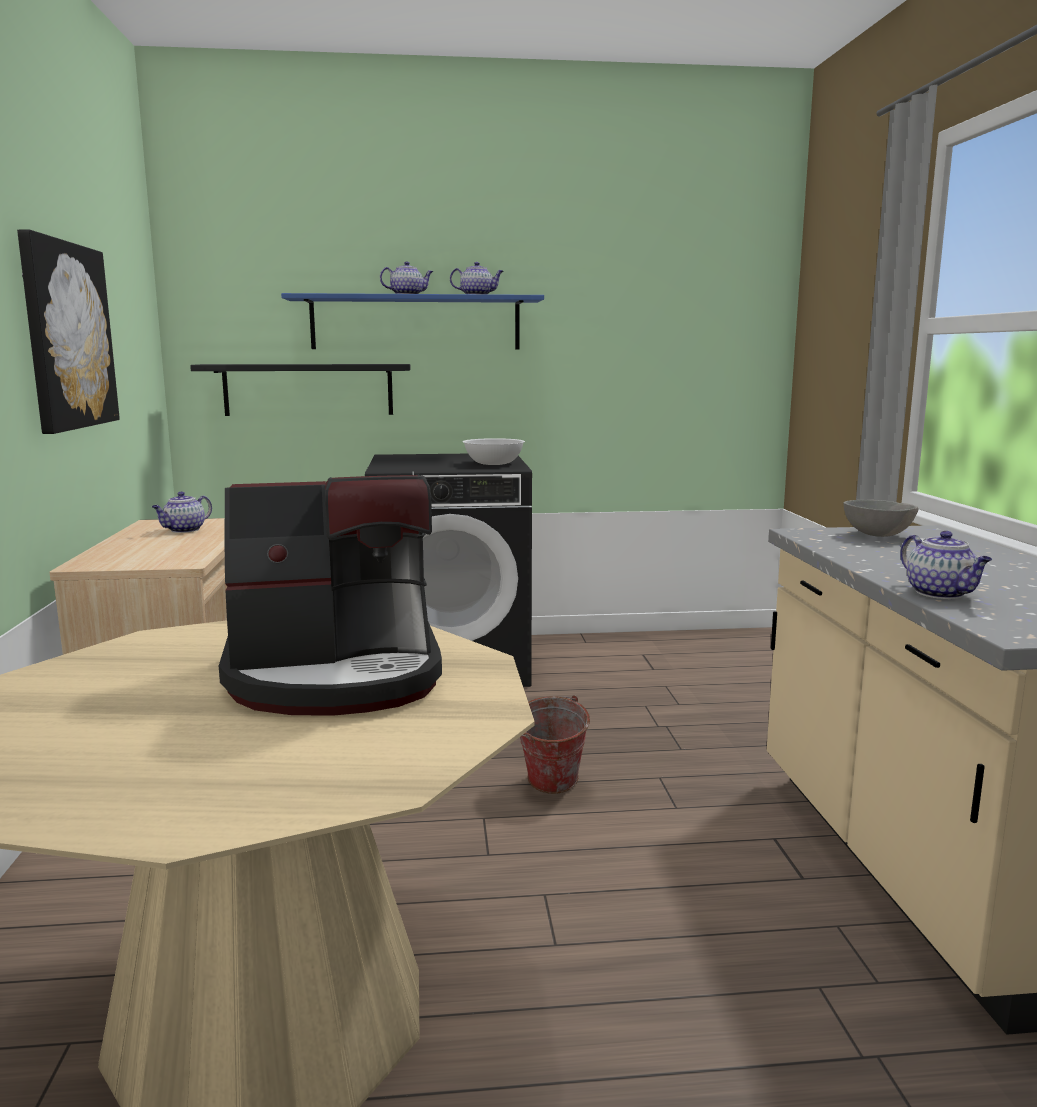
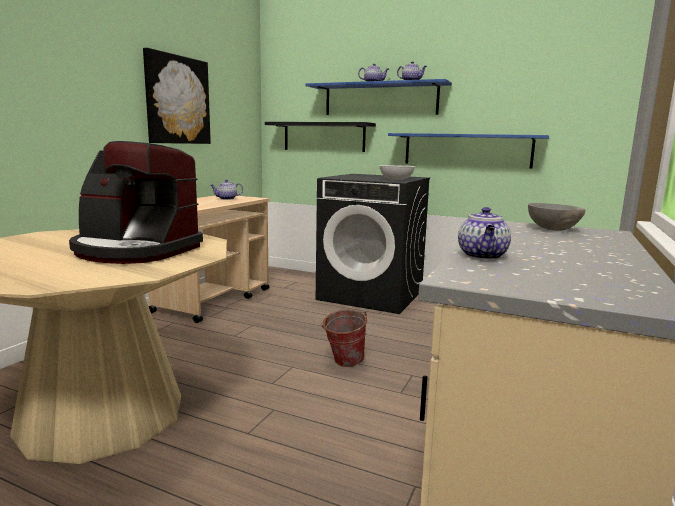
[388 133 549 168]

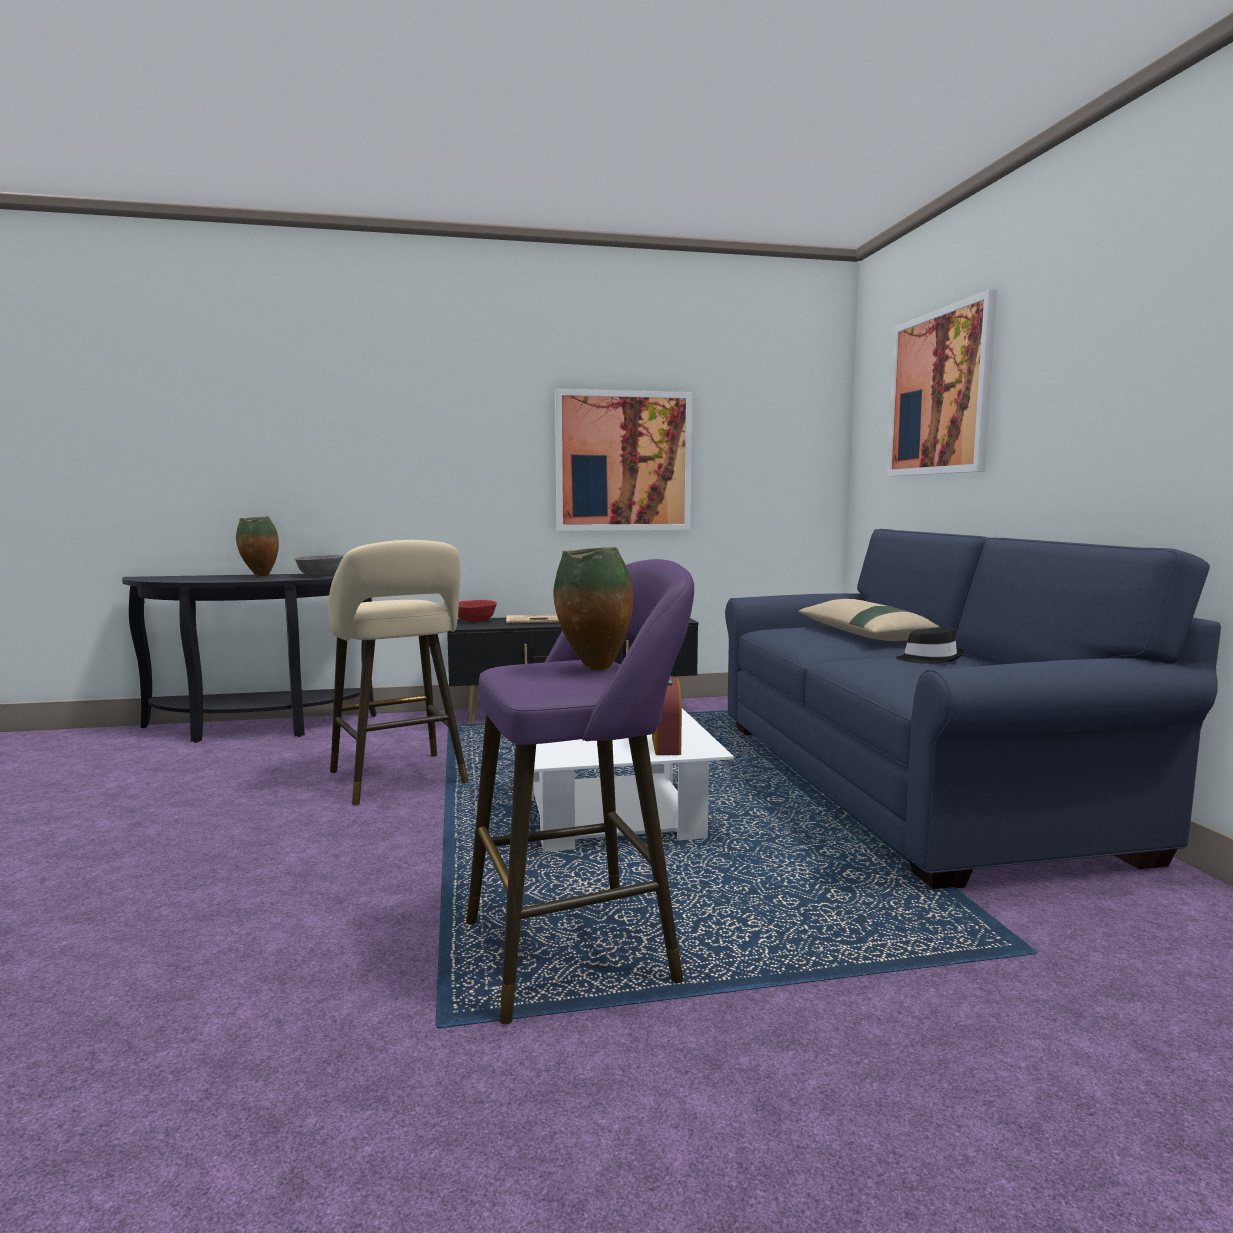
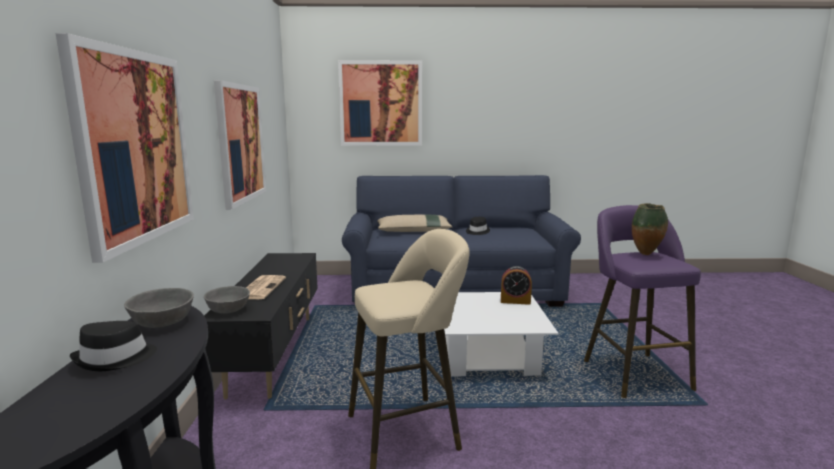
[56 33 194 263]
[70 321 157 371]
[204 286 250 314]

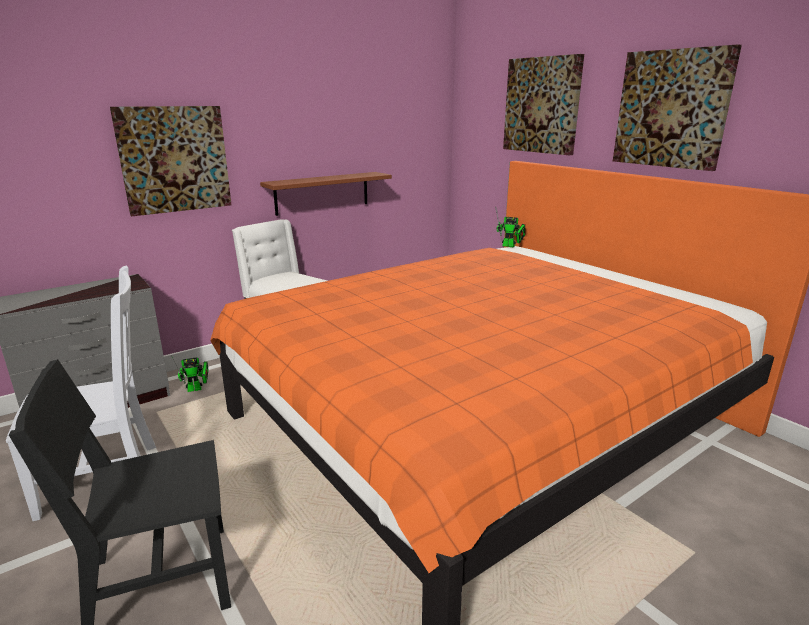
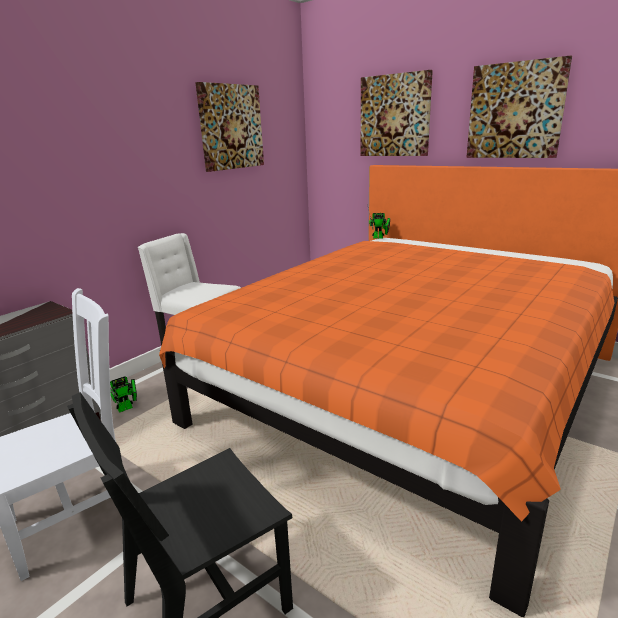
[195 82 264 172]
[260 172 392 216] (first image)

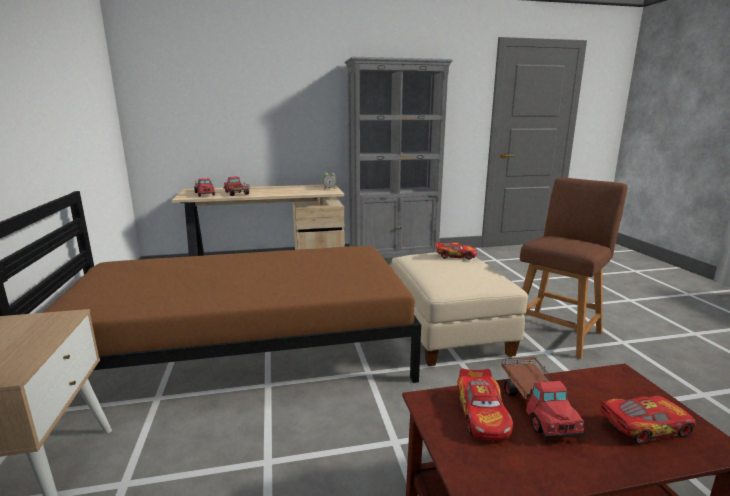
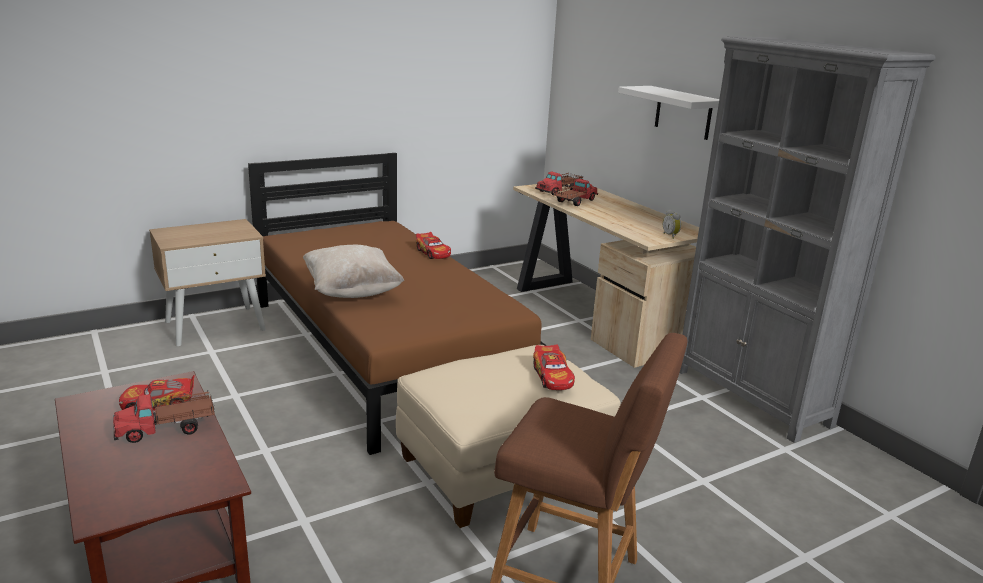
[303 245 404 298]
[416 232 451 259]
[618 86 719 140]

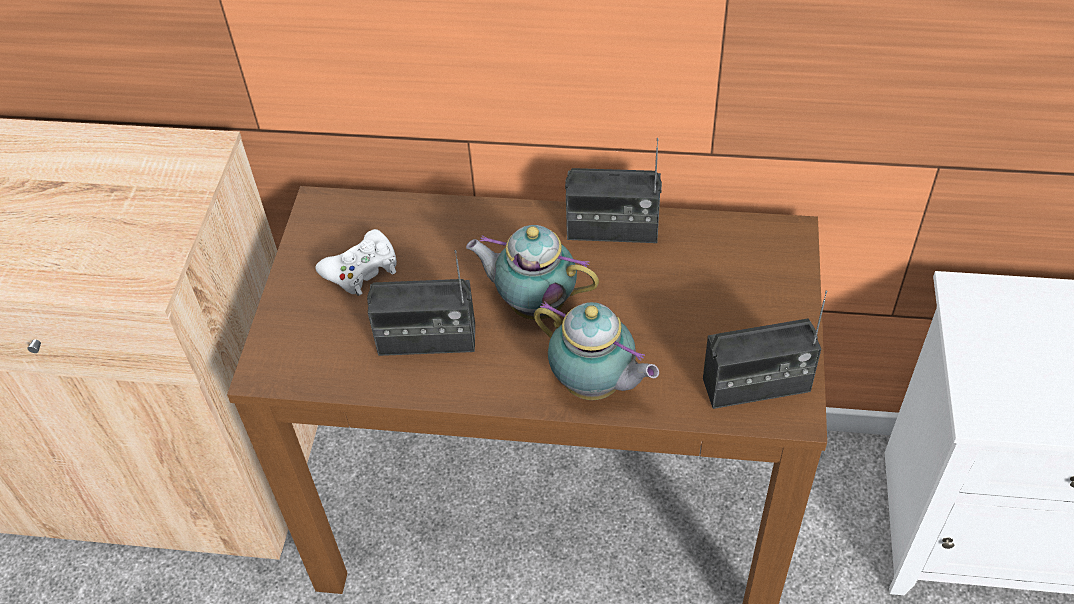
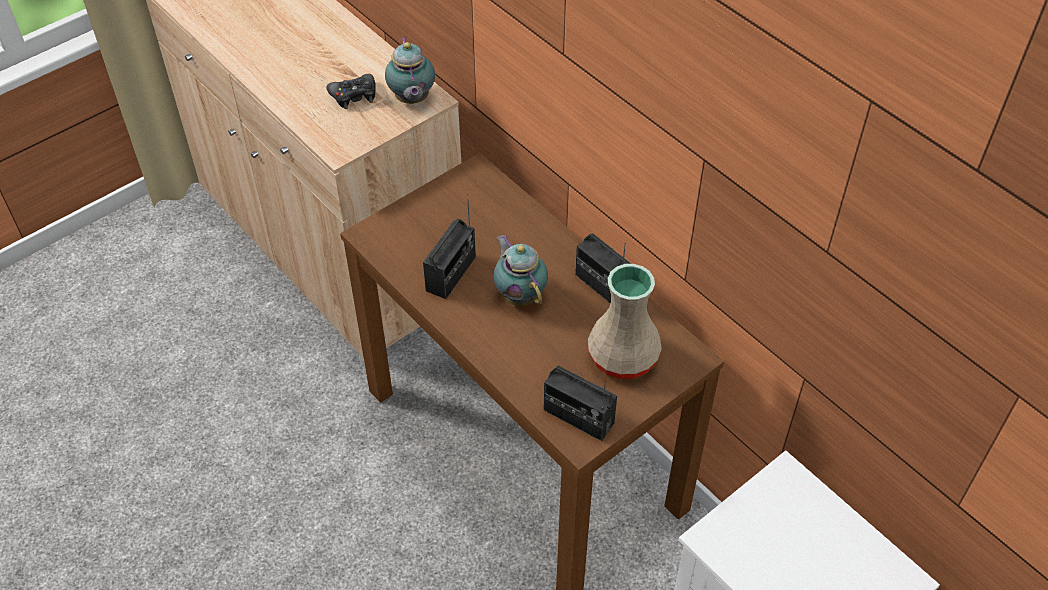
[326 74 376 109]
[385 37 435 104]
[423 194 476 299]
[588 264 662 379]
[315 229 397 296] (first image)

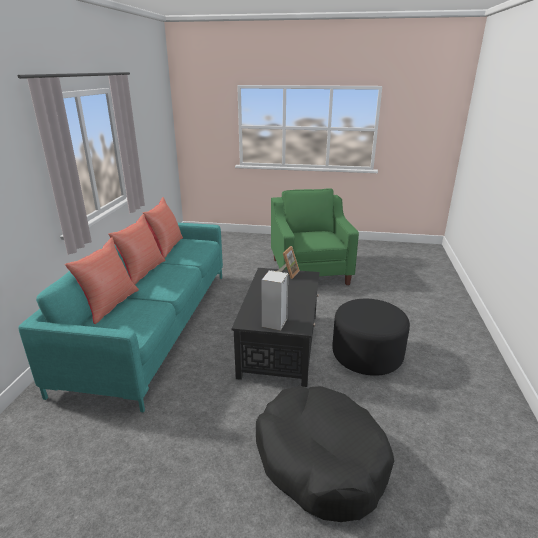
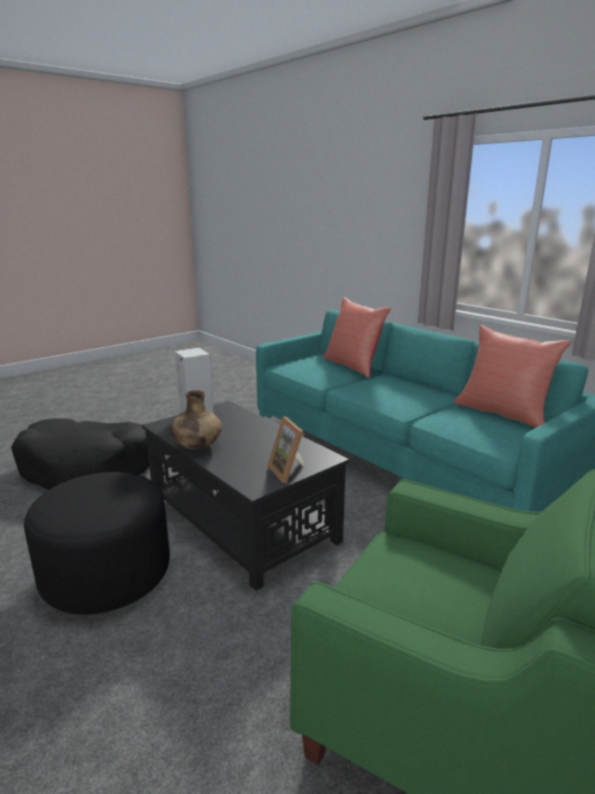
[170 390 222 449]
[108 214 166 285] (first image)

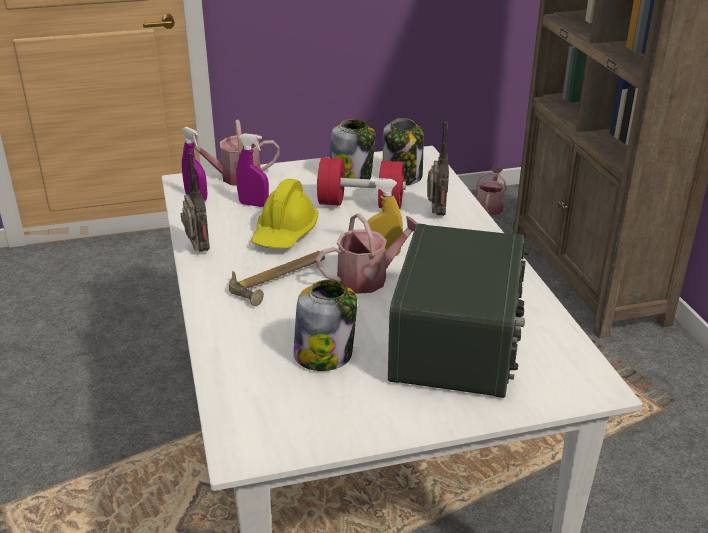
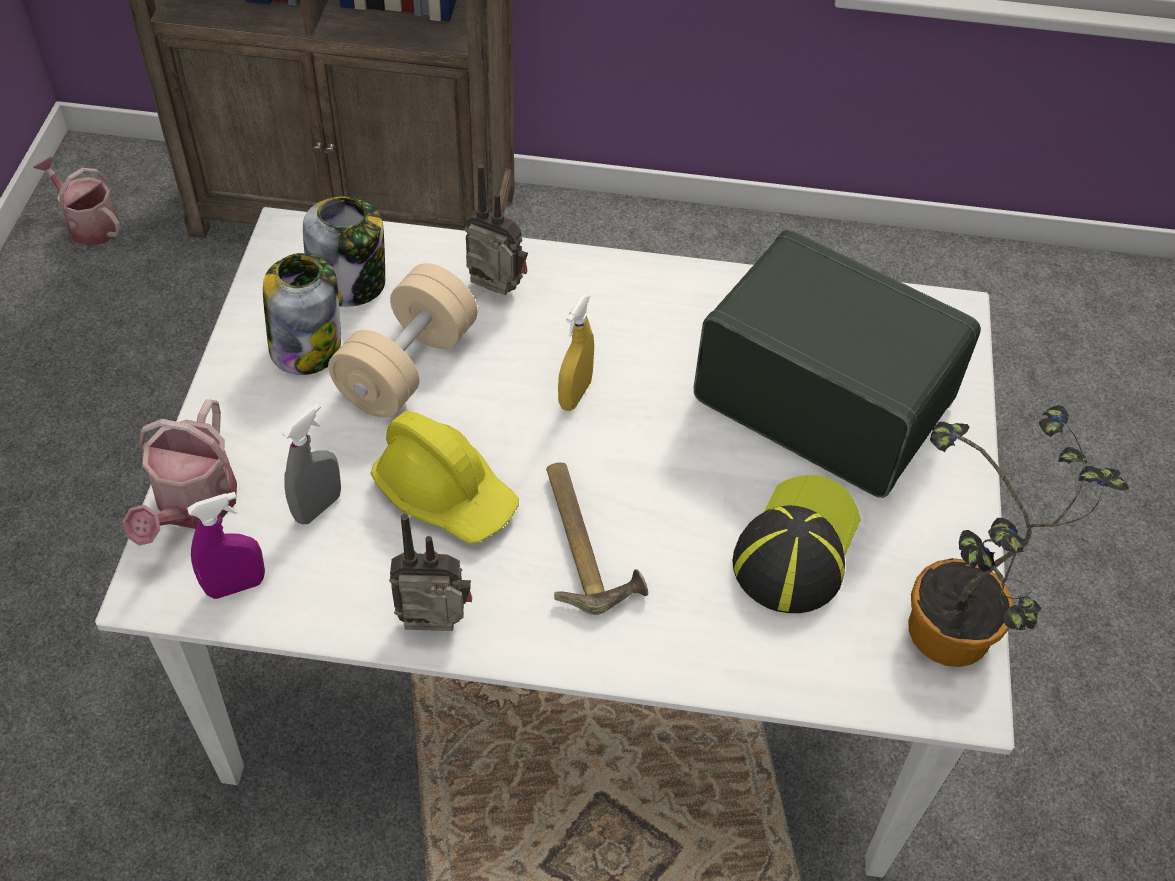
[282 404 341 524]
[328 263 478 418]
[732 475 861 613]
[908 405 1129 667]
[316 213 418 294] (first image)

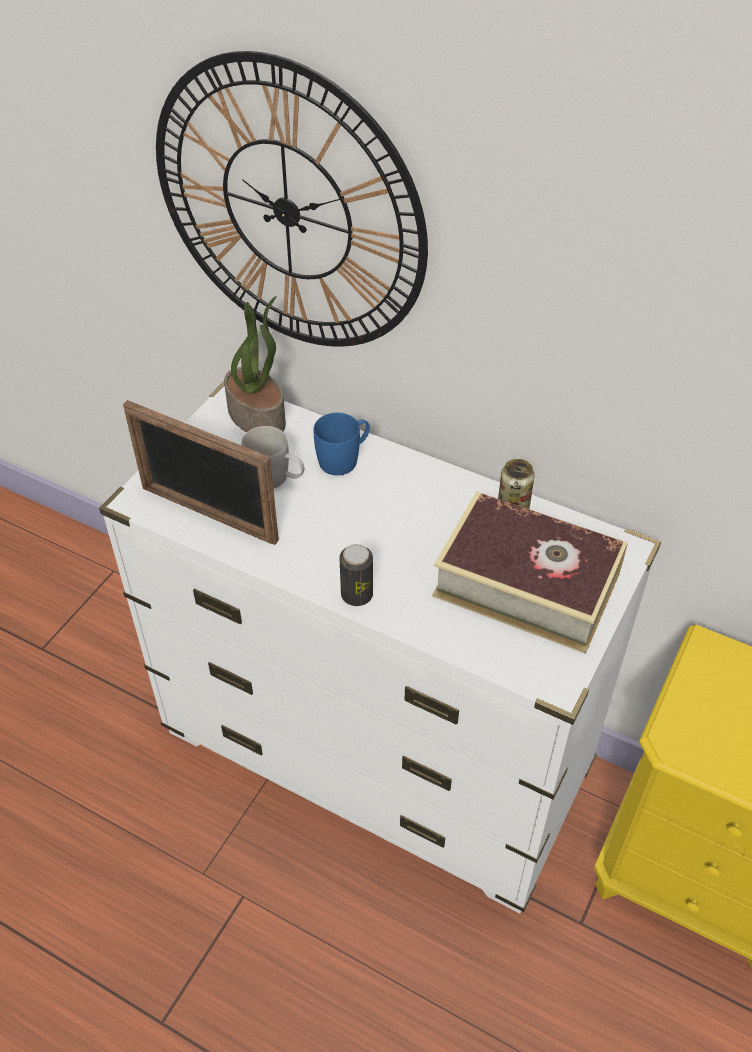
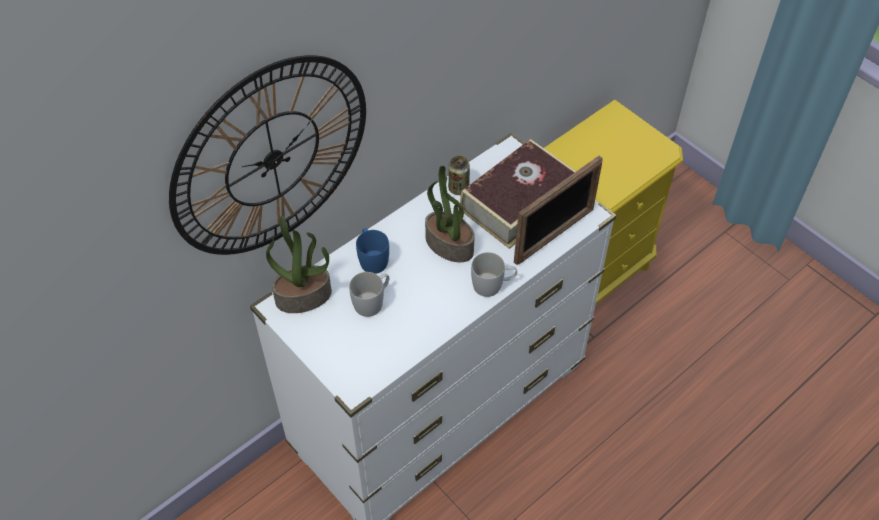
[425 166 475 262]
[471 252 517 297]
[514 155 603 265]

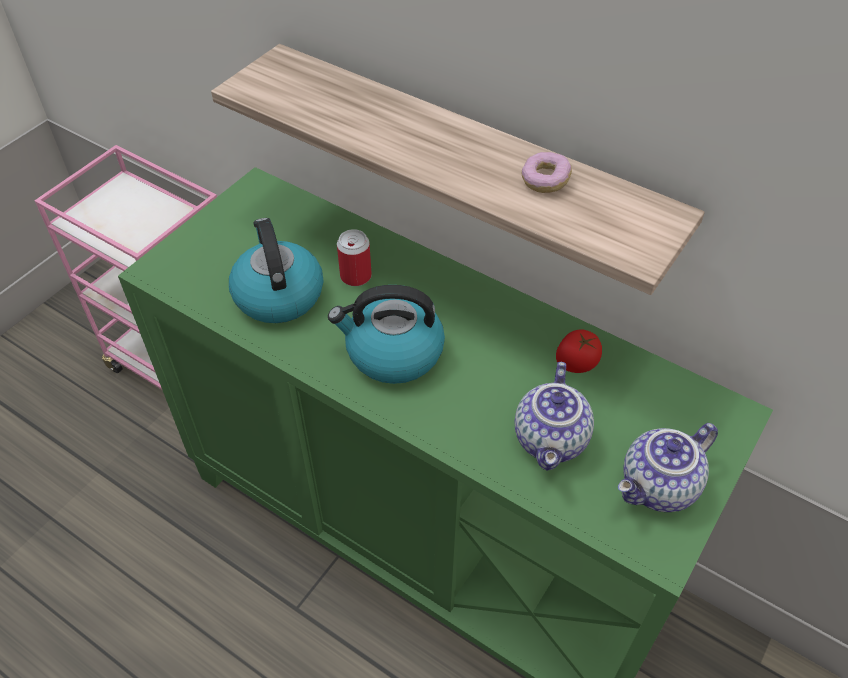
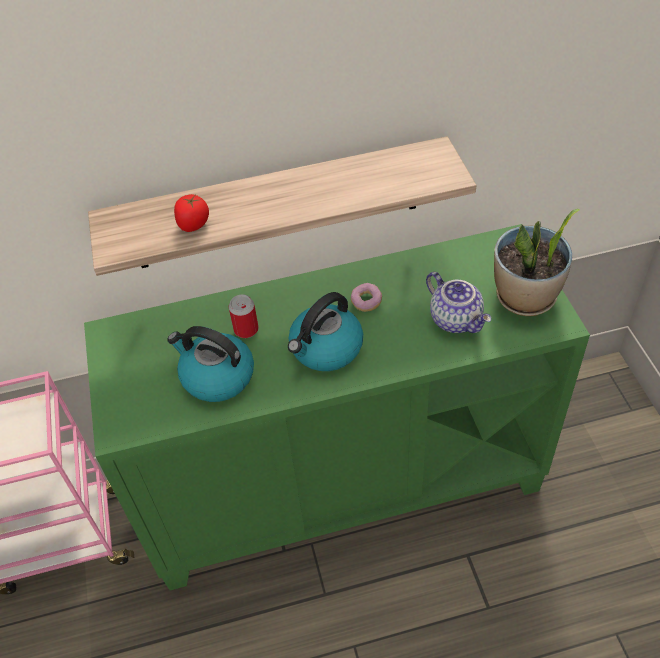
[174 194 209 232]
[351 283 382 312]
[494 209 580 316]

